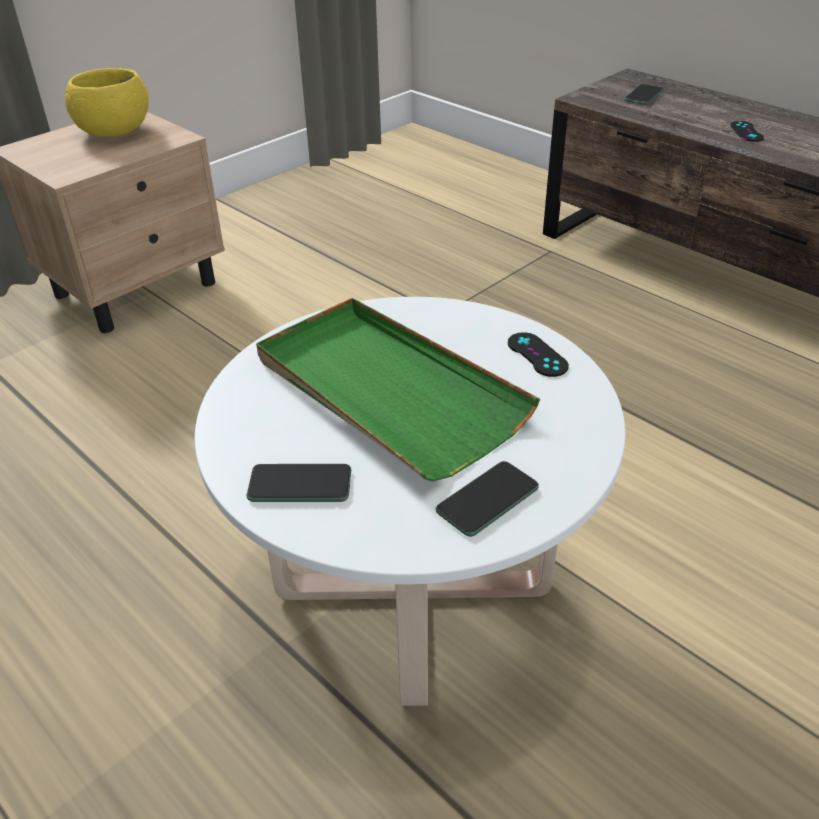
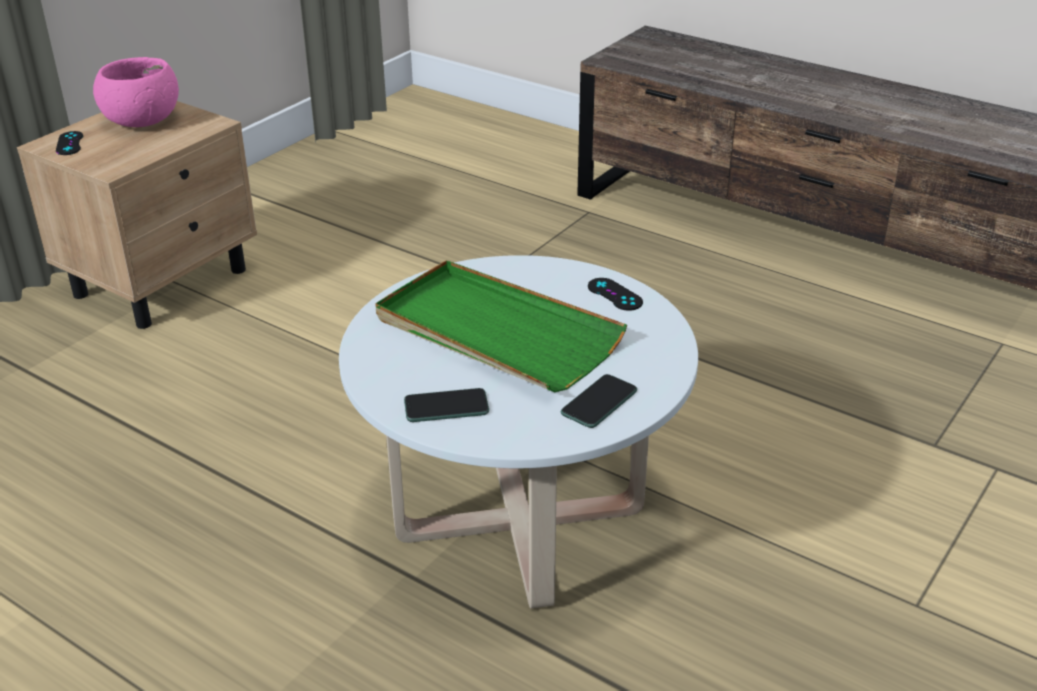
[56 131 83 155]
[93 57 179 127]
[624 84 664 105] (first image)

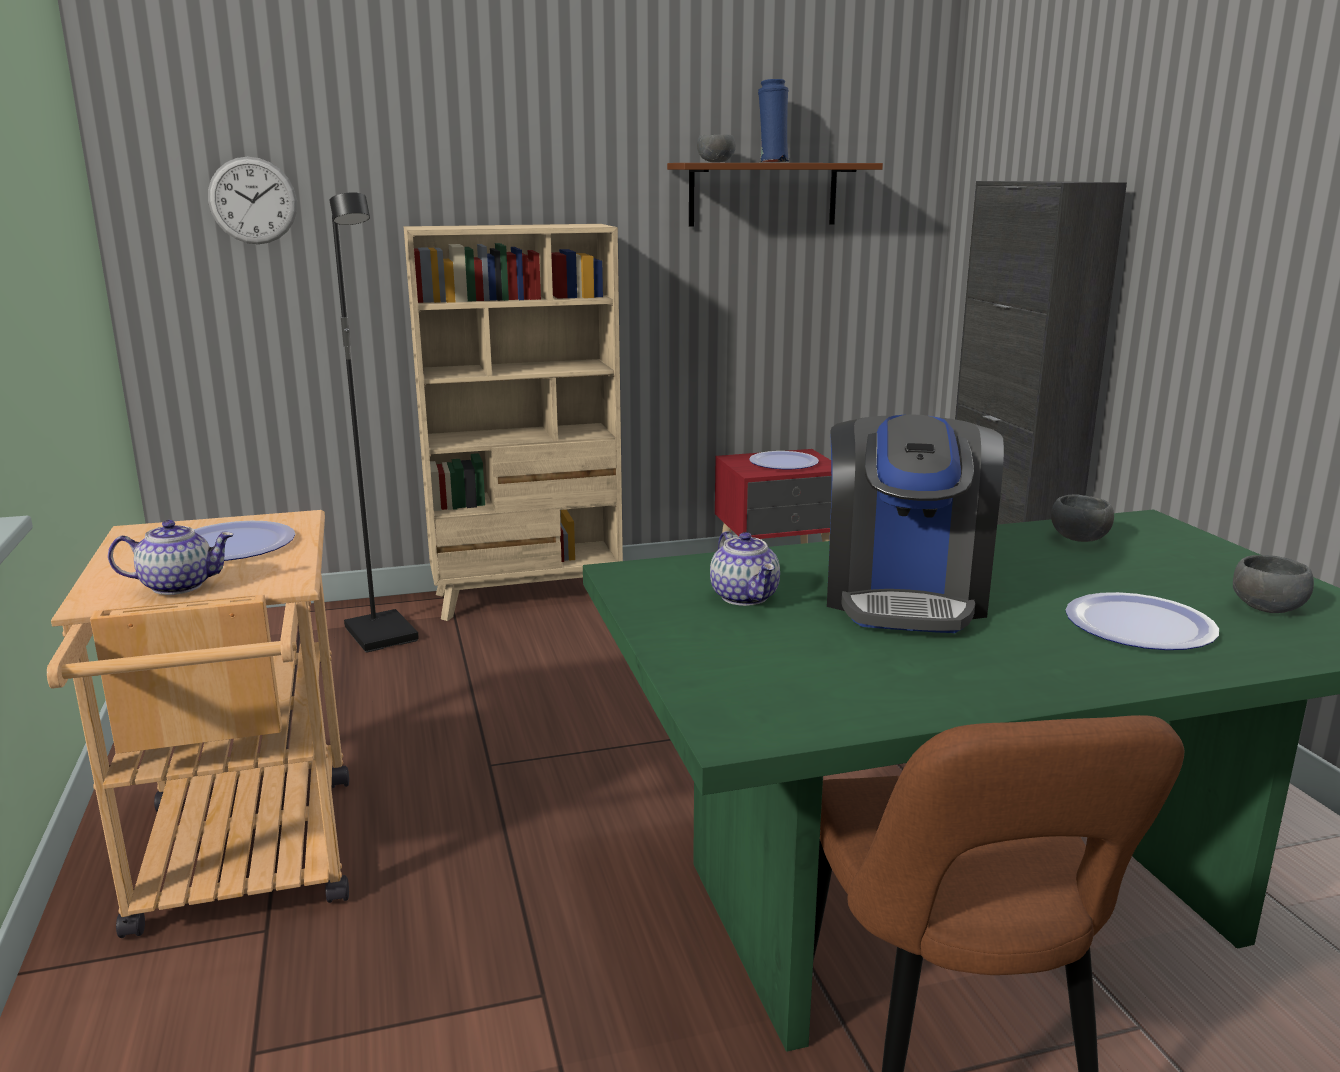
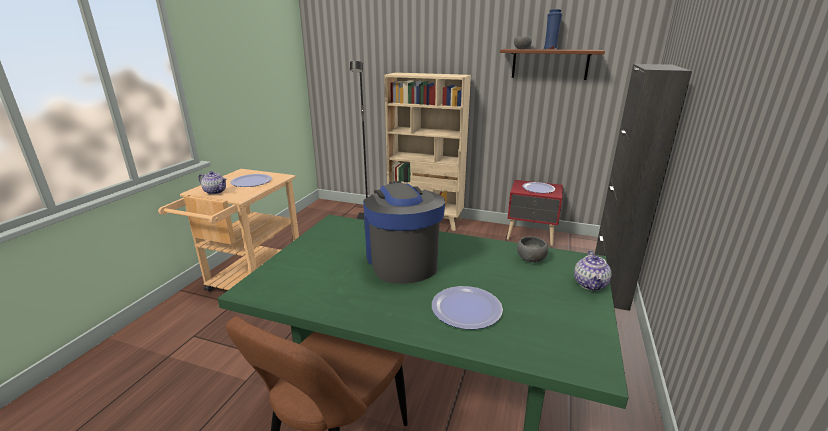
[363 181 445 284]
[574 250 611 291]
[208 157 297 244] (first image)
[1233 555 1314 613] (first image)

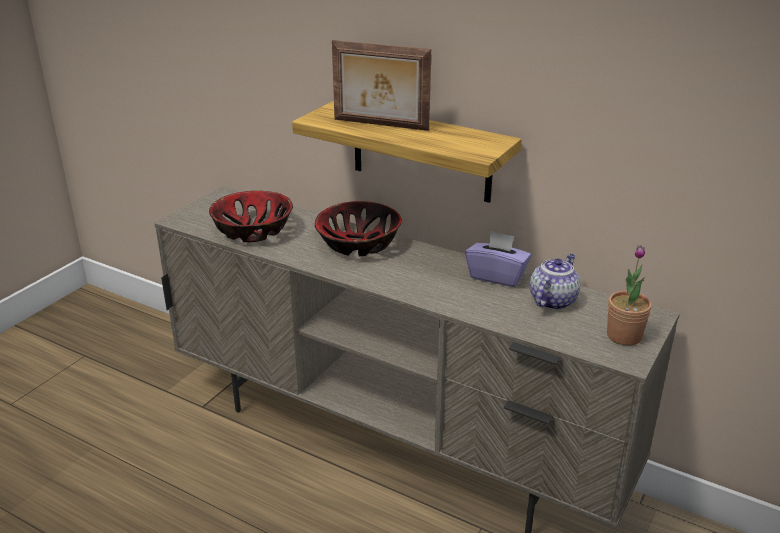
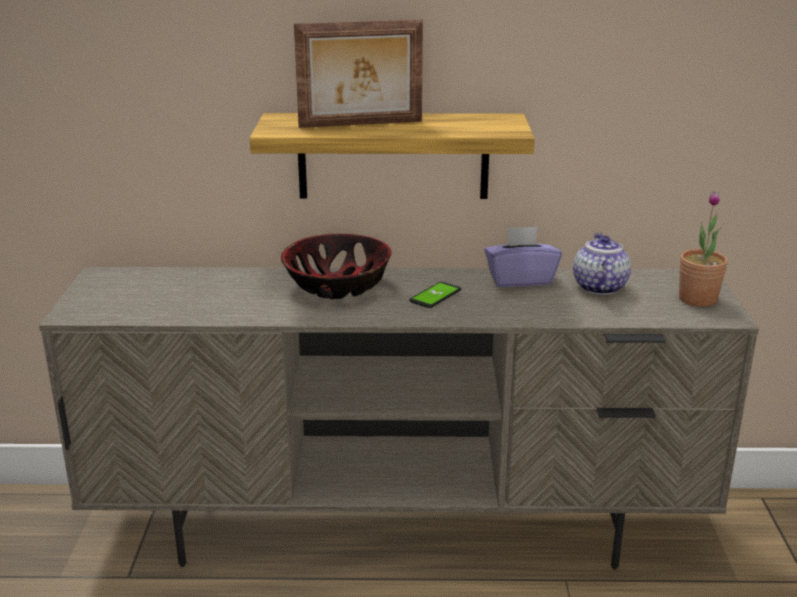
[409 282 461 308]
[209 191 293 242] (first image)

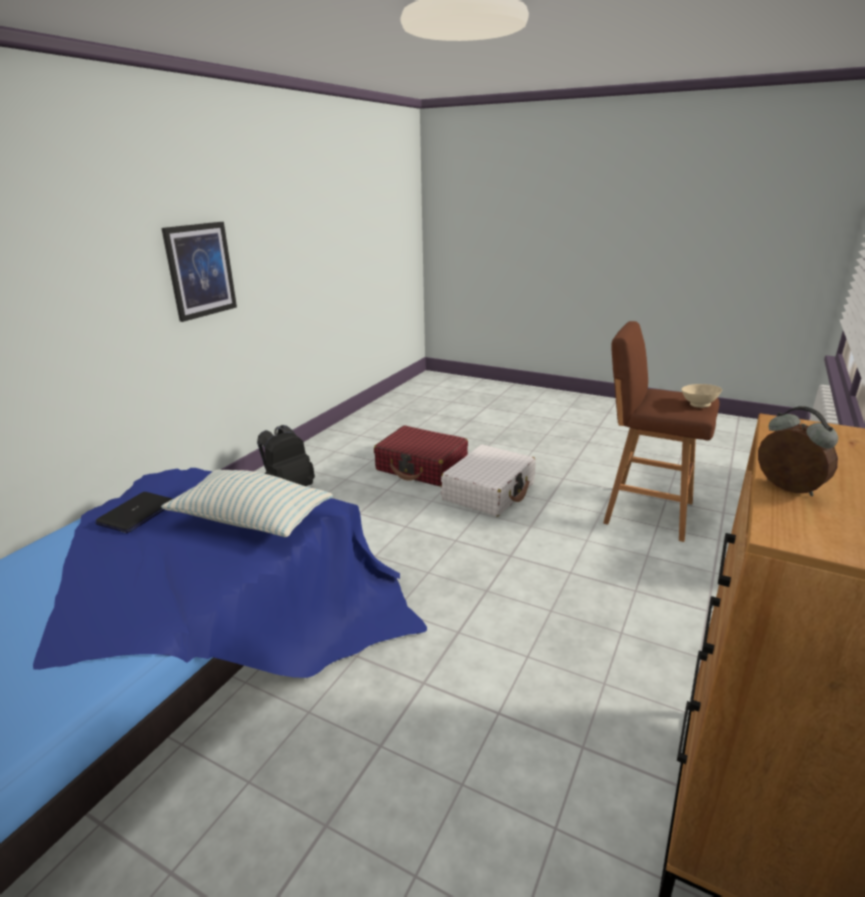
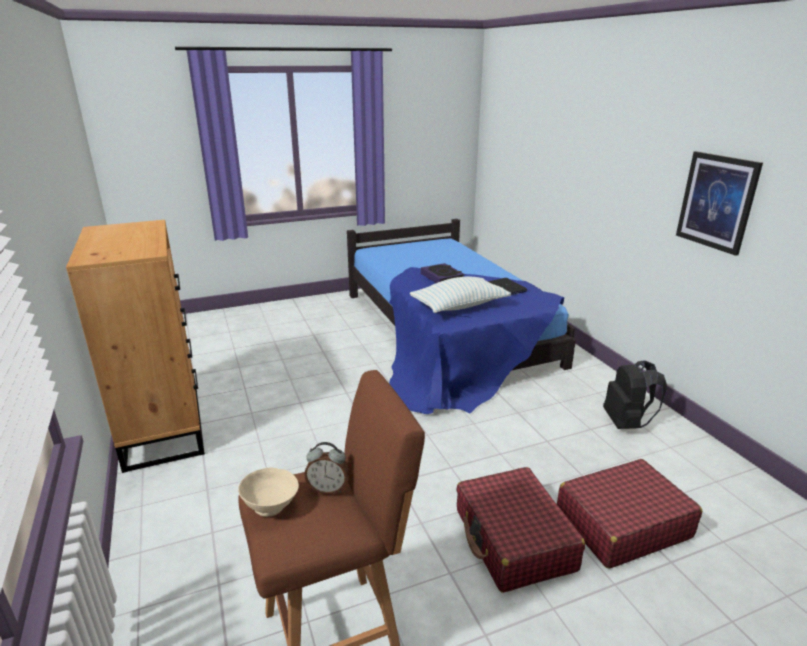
[304 442 349 495]
[421 263 465 283]
[456 467 585 593]

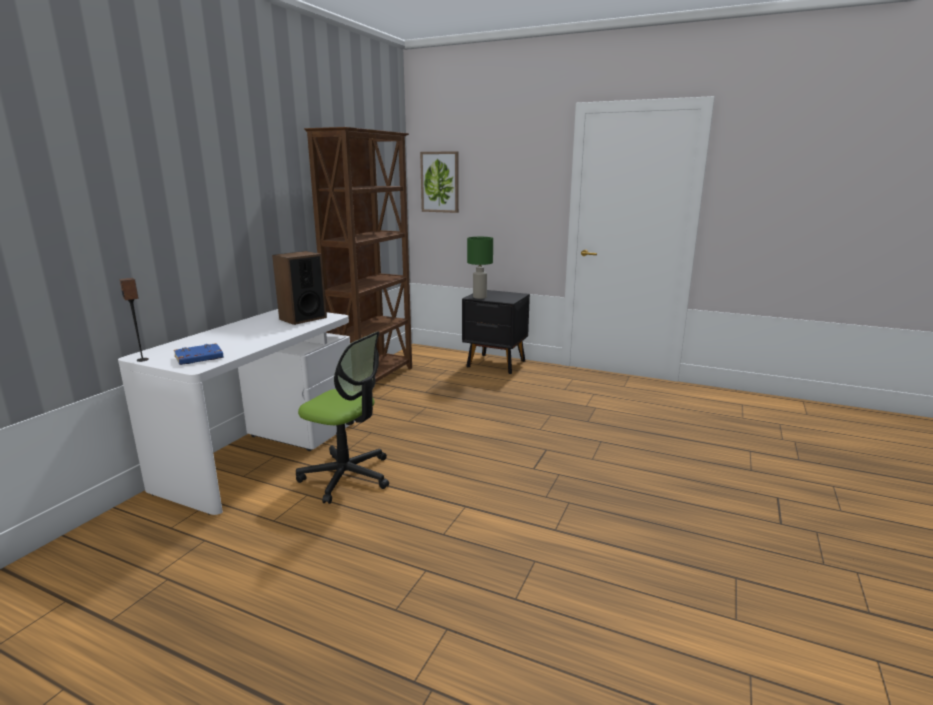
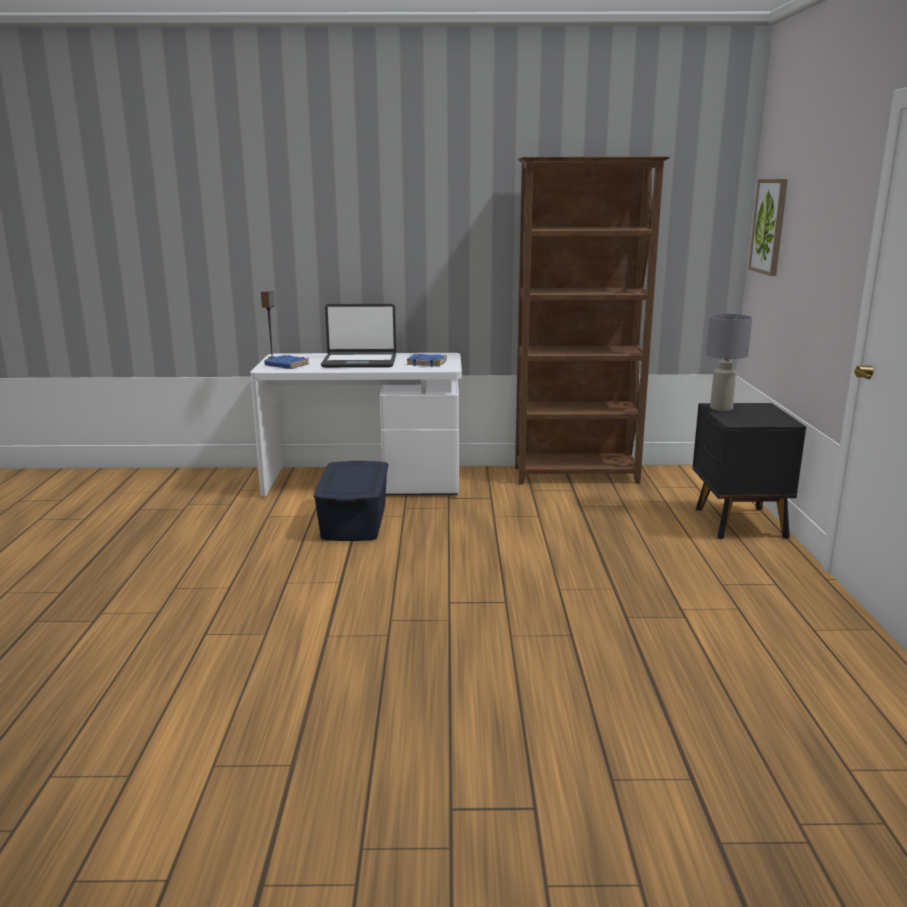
[313 461 388 541]
[321 304 396 368]
[407 354 446 367]
[706 314 752 411]

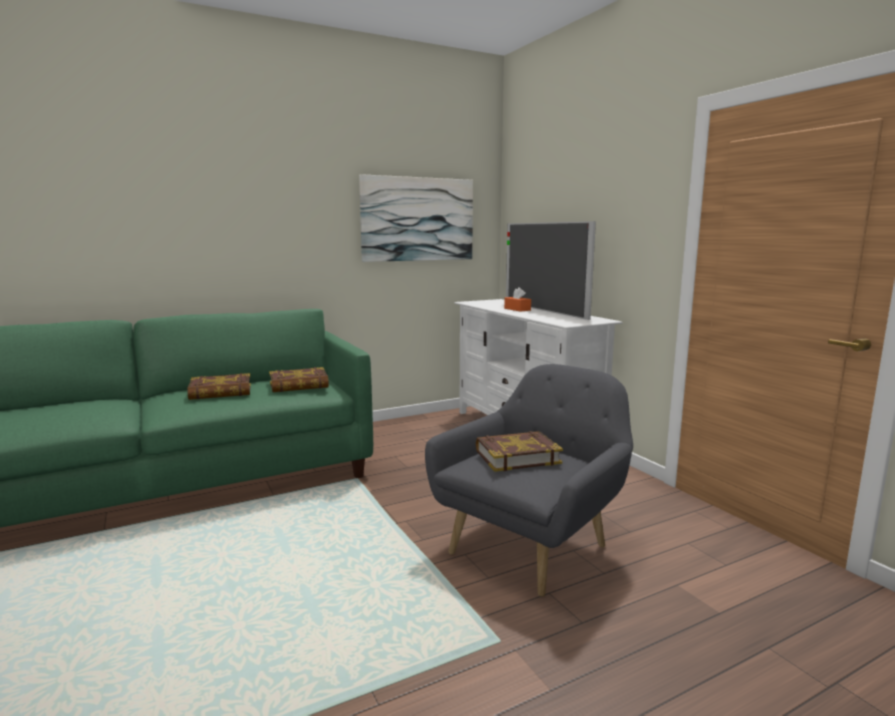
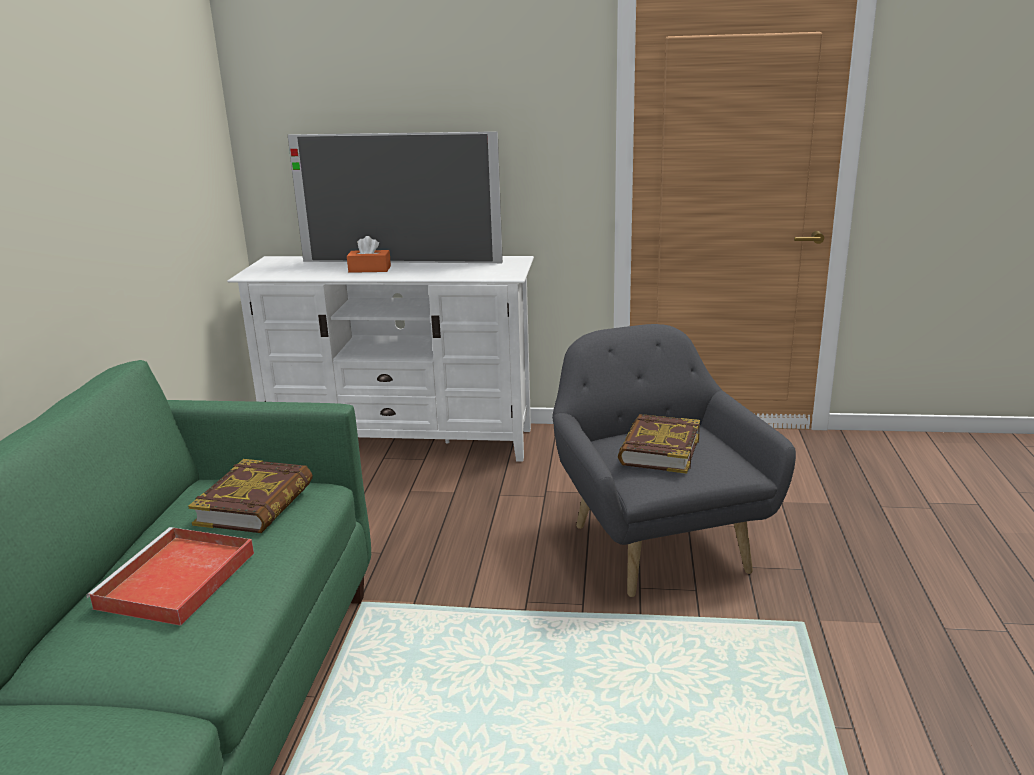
[86 527 254 626]
[359 174 473 262] (first image)

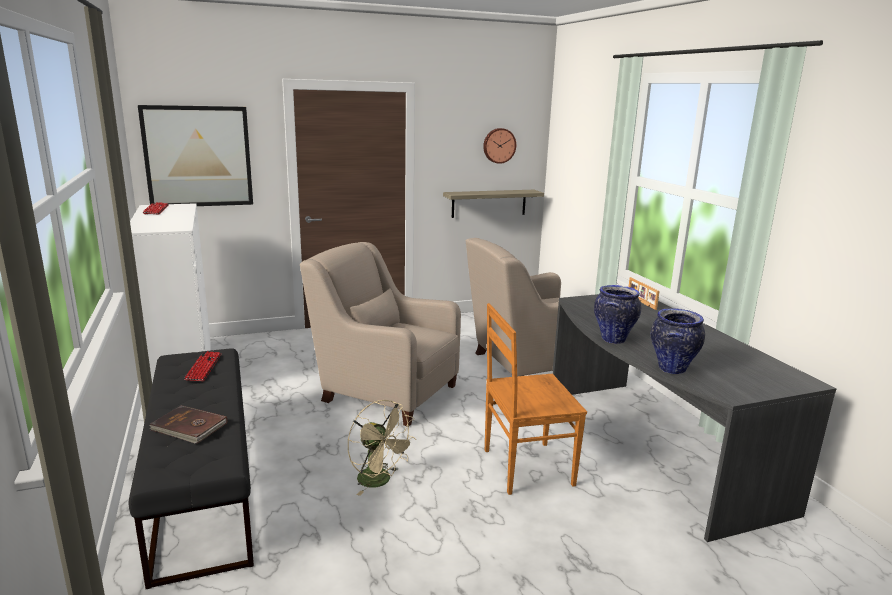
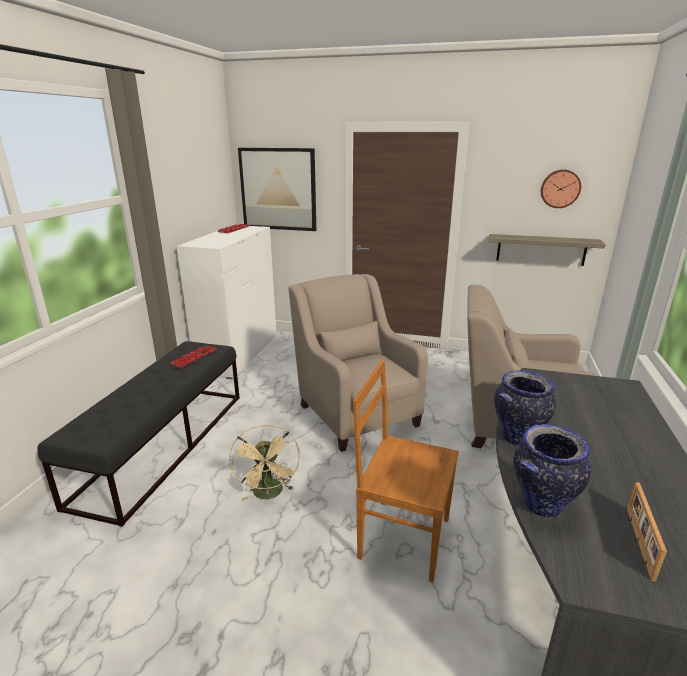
[627 482 667 582]
[149 405 227 444] (first image)

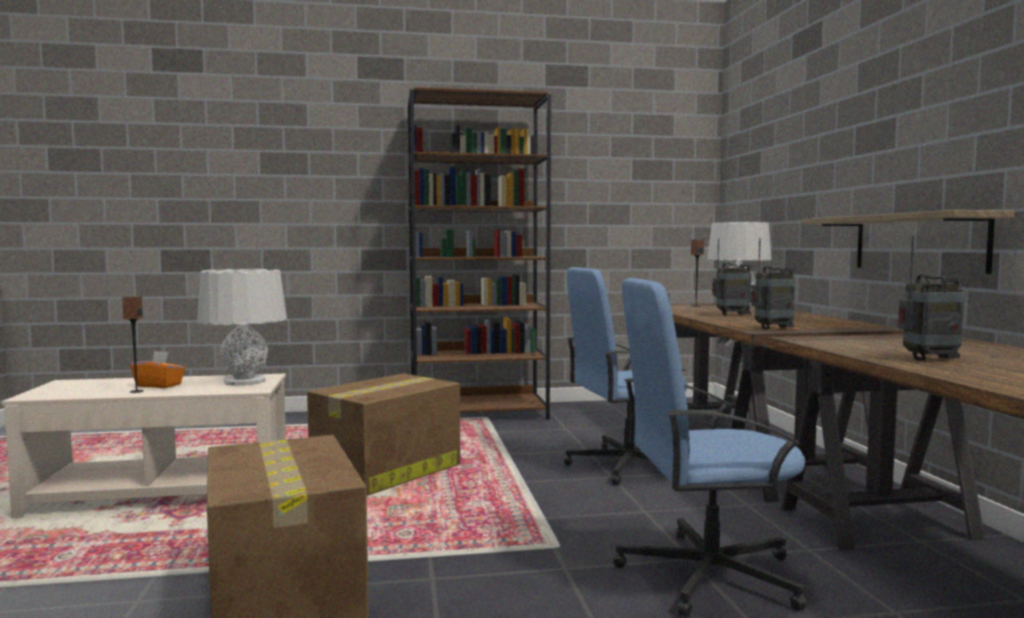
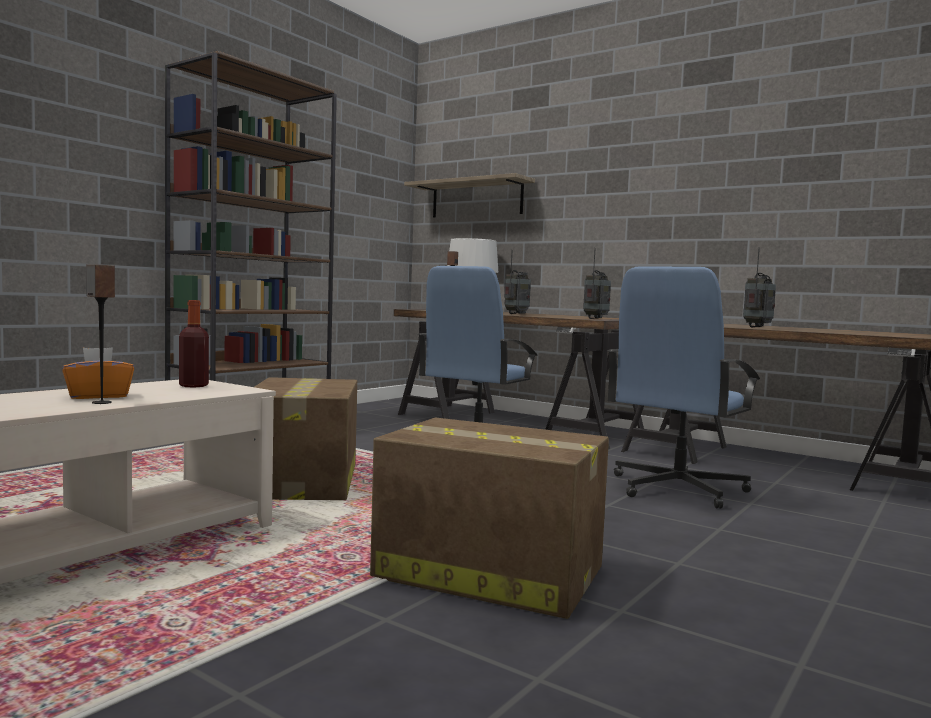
[179 300 209 388]
[404 173 535 218]

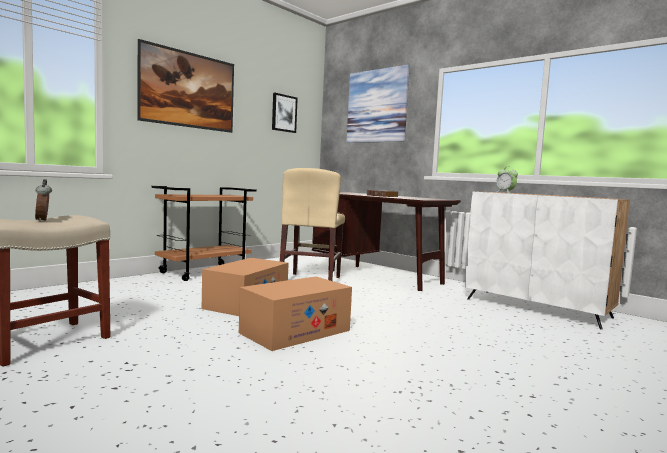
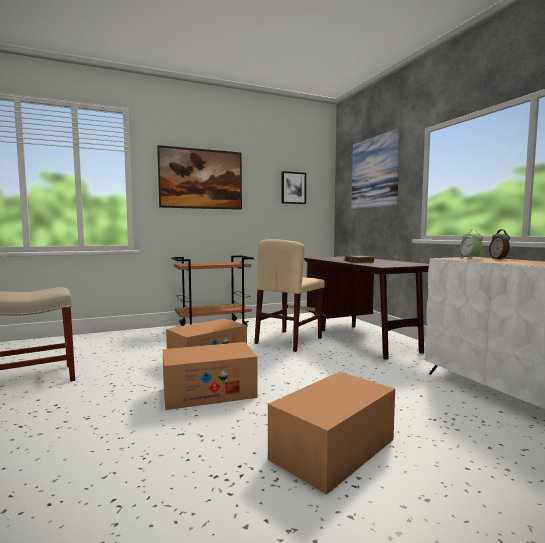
[268 372 395 495]
[489 229 510 260]

